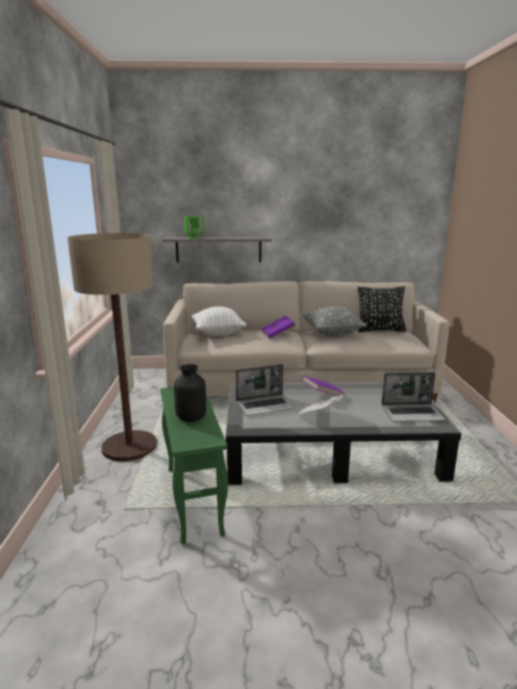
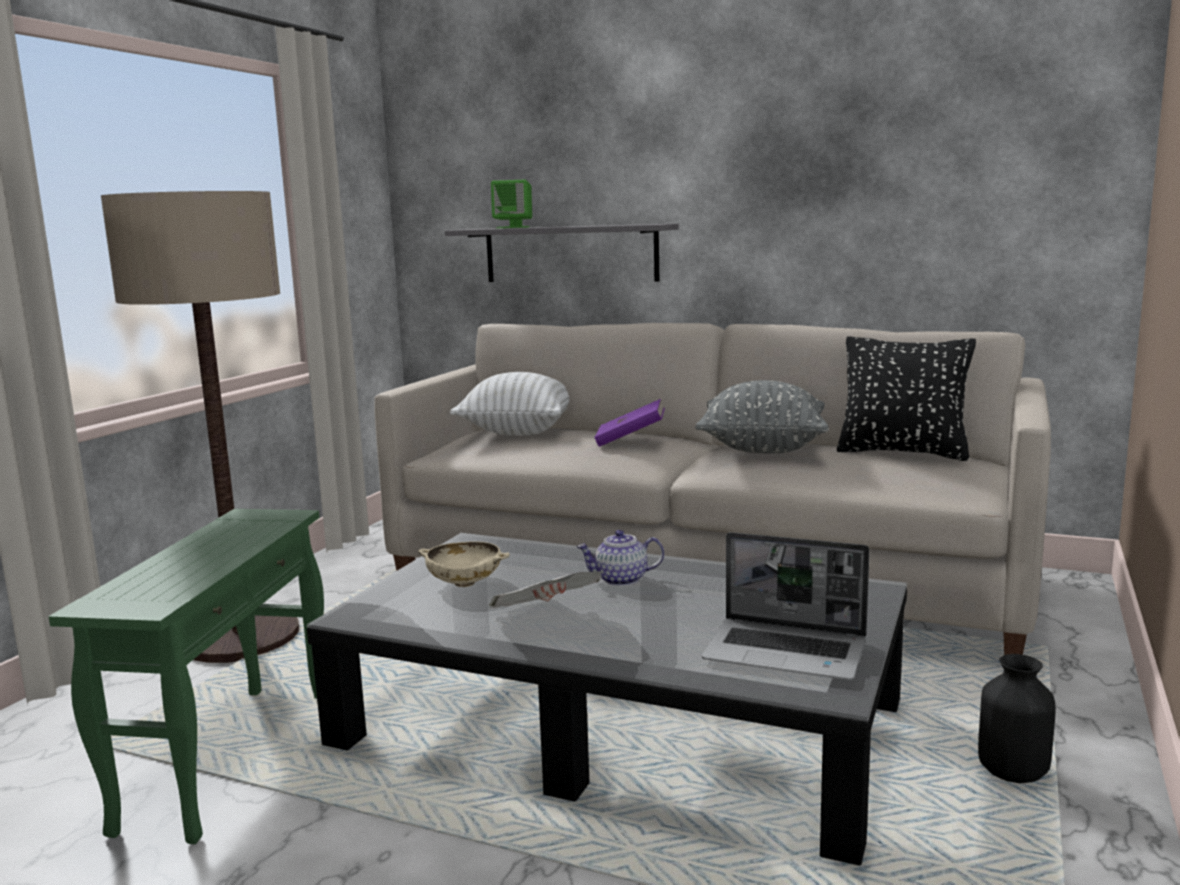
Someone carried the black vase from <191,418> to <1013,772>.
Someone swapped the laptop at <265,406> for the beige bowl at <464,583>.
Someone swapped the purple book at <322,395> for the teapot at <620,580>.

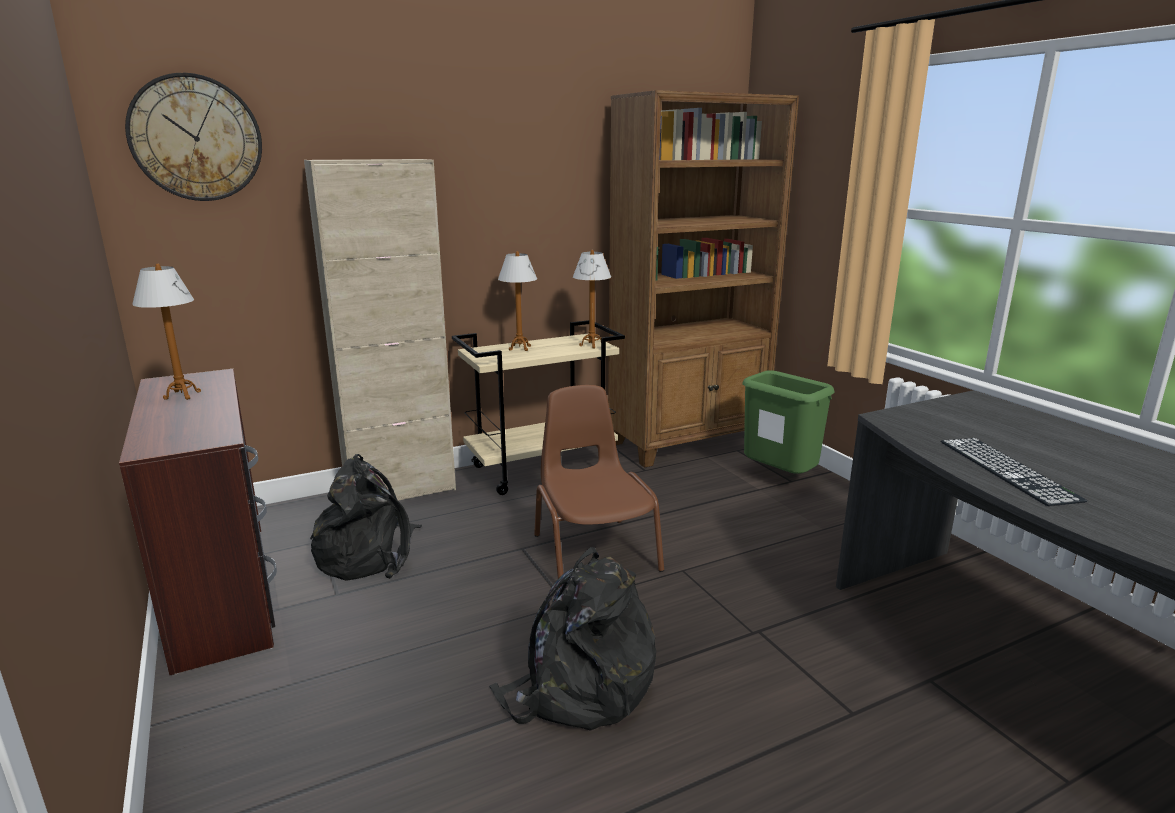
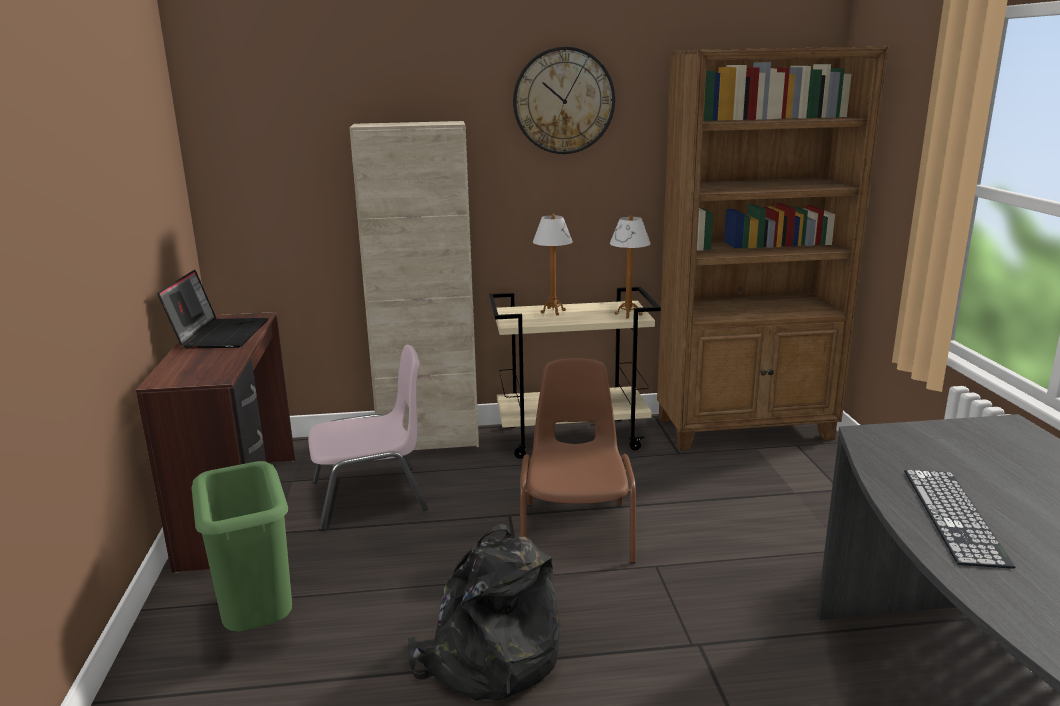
Someone carried the wall clock from <196,138> to <563,101>.
Someone swapped the table lamp at <182,395> for the laptop at <219,334>.
Someone carried the green trash can from <779,479> to <260,624>.
Someone swapped the black backpack at <368,554> for the pink chair at <371,496>.

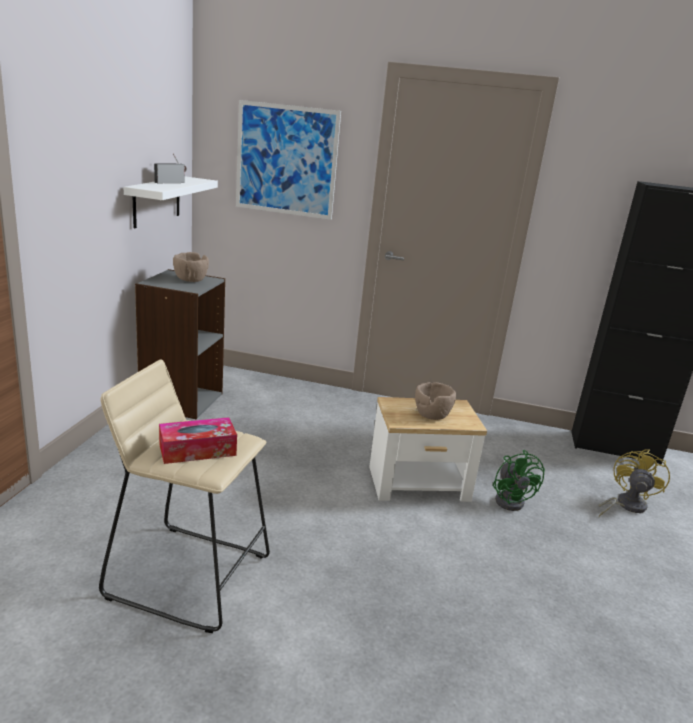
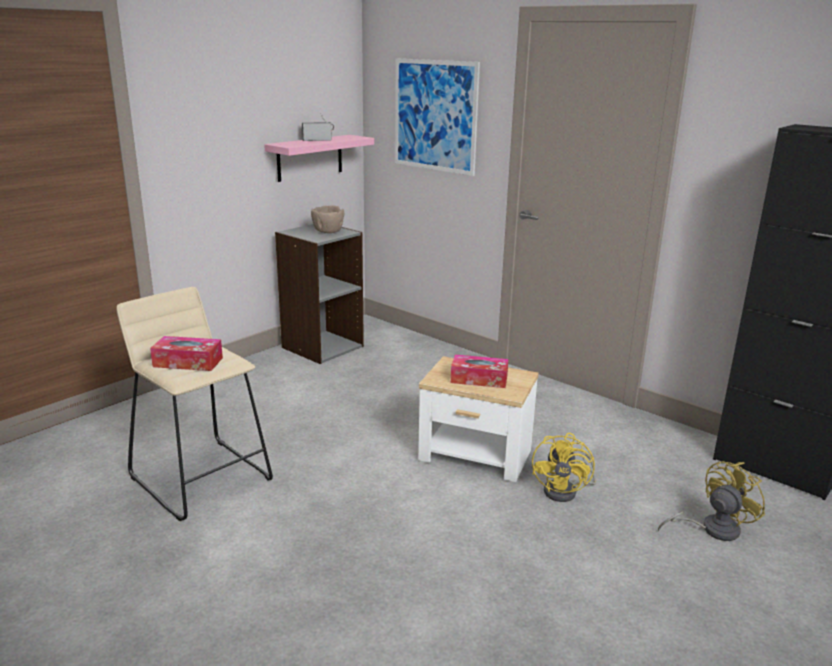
Someone repainted the white shelf at <156,201>, which became the pink shelf at <310,158>.
Someone swapped the brown bowl at <432,414> for the tissue box at <479,379>.
Someone repainted the green fan at <511,500>, which became the yellow fan at <566,491>.

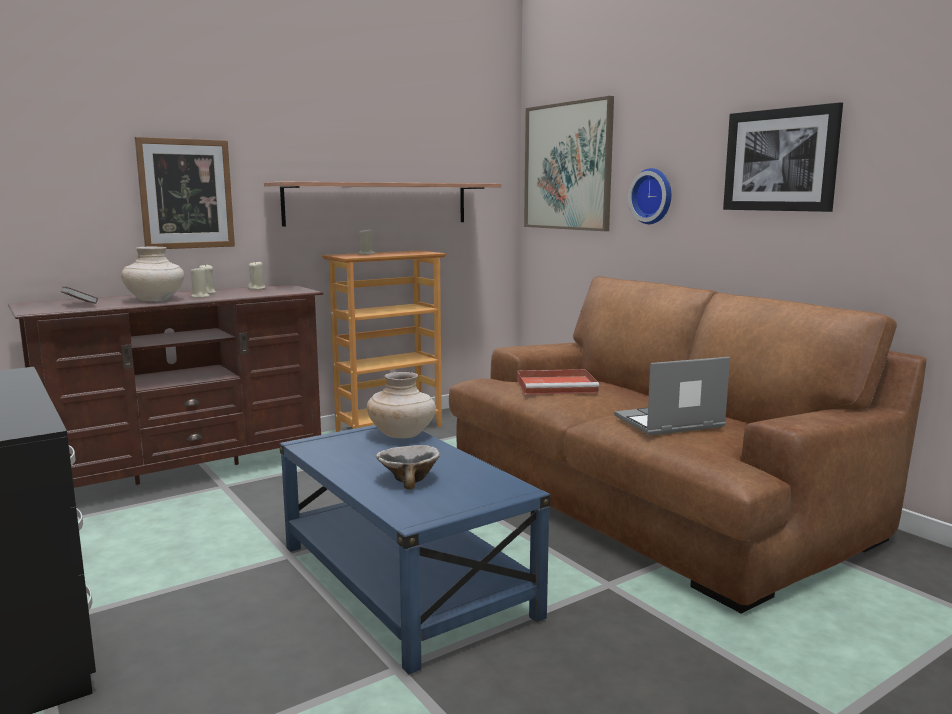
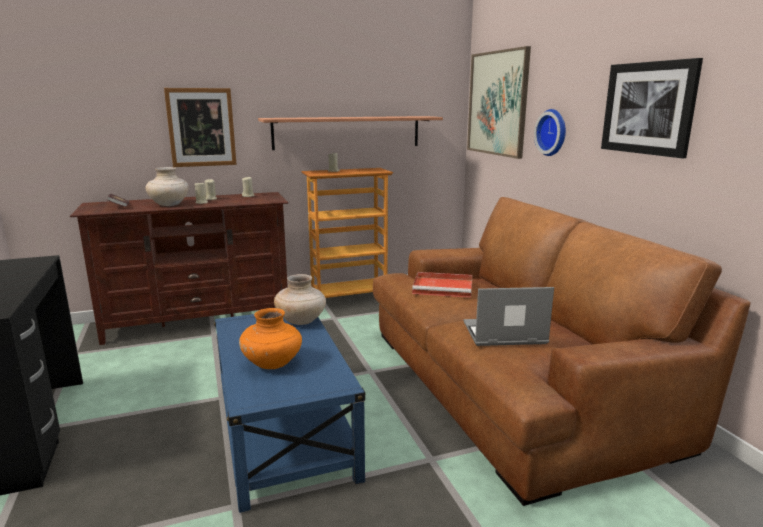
Someone swapped the bowl at <408,479> for the orange vase at <273,364>.

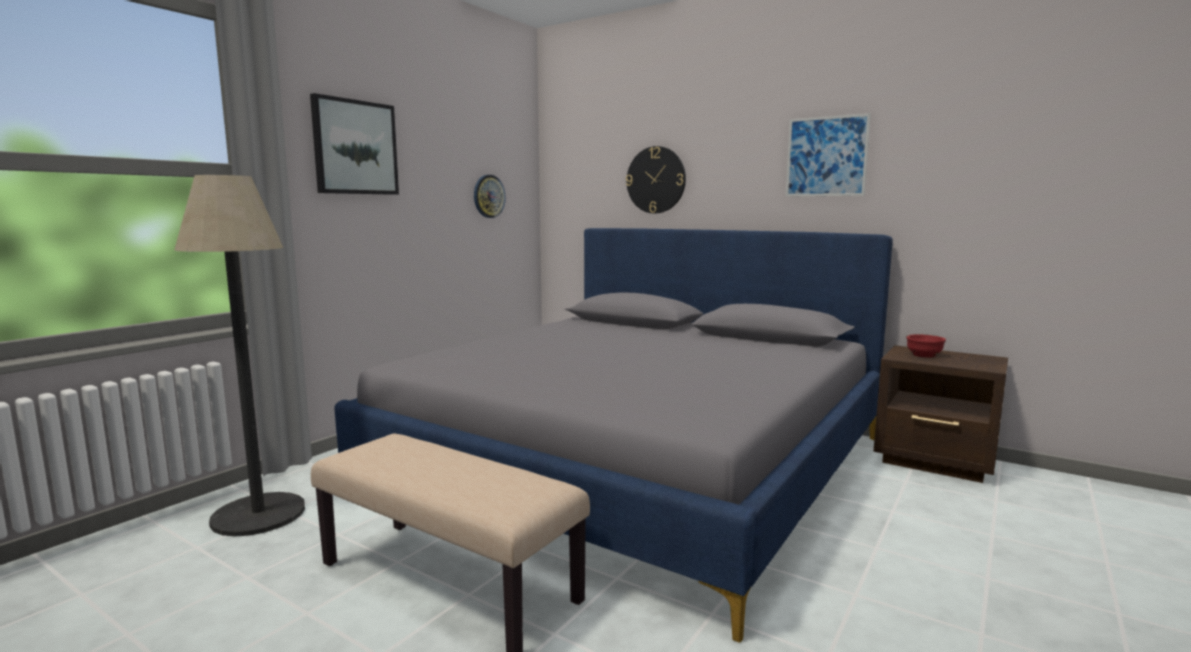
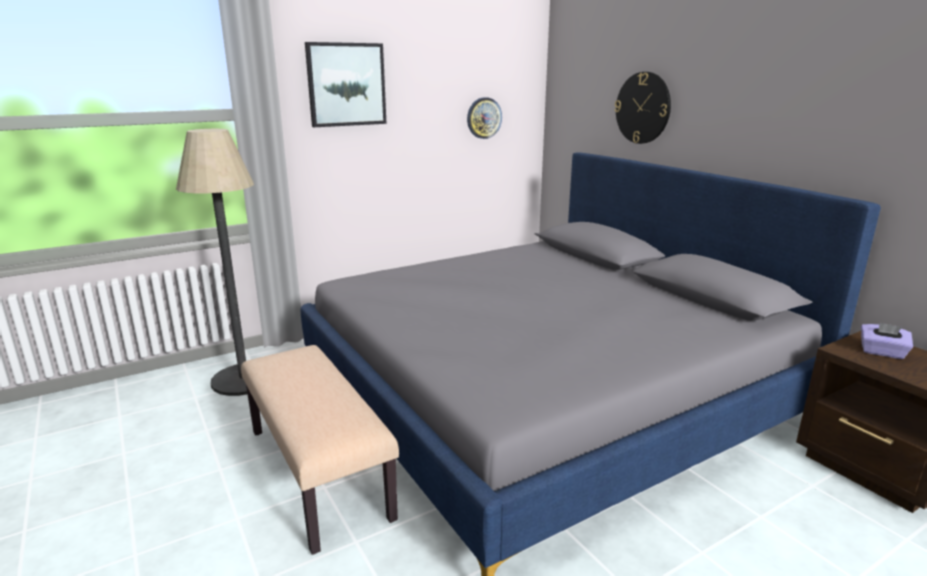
Someone took away the picture at <826,156>.
Someone swapped the red bowl at <924,355> for the purple tissue box at <882,352>.

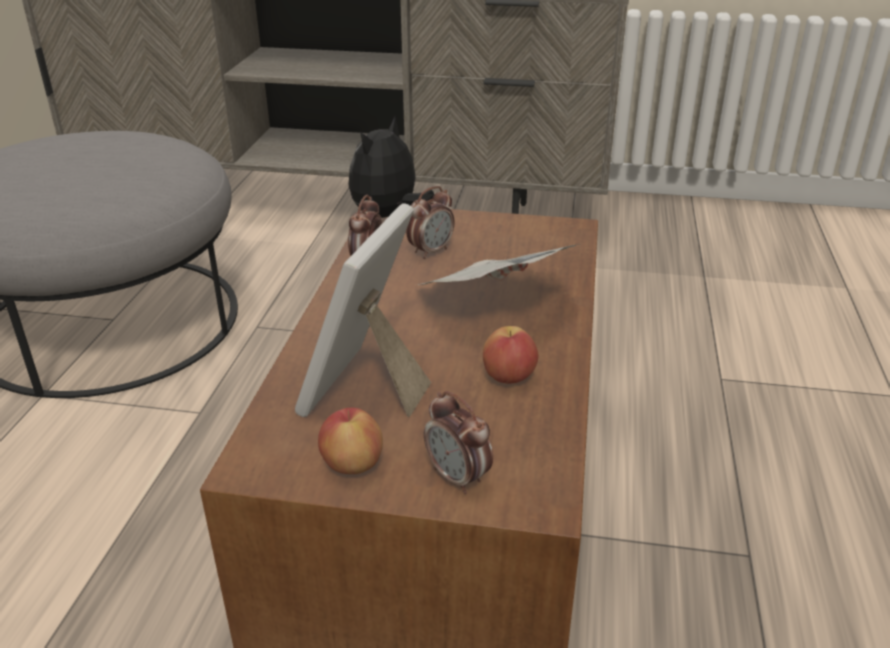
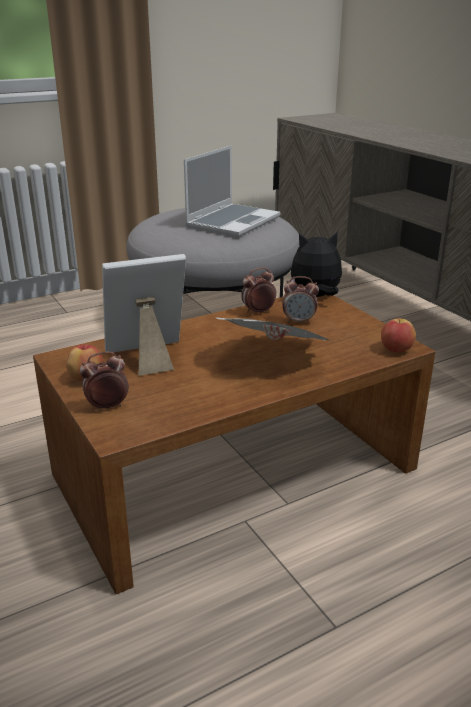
Someone carried the apple from <509,377> to <396,350>.
Someone rotated the alarm clock at <458,477> by 60 degrees clockwise.
Someone put down the laptop at <233,222>.

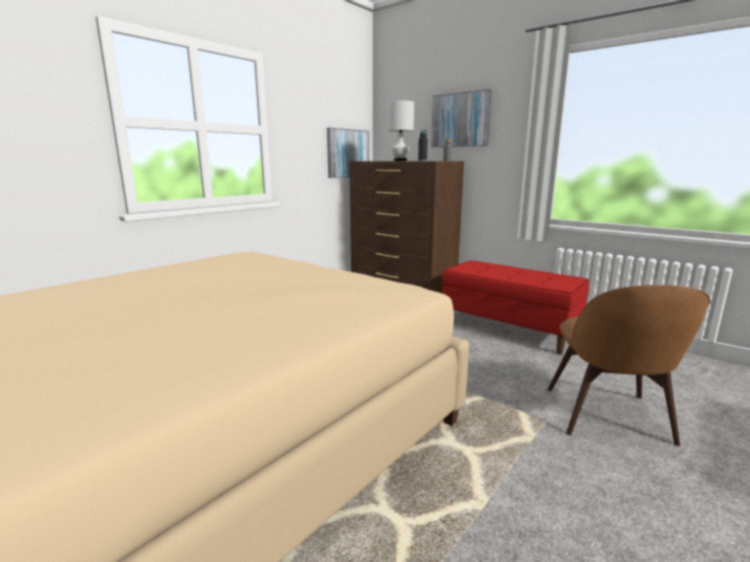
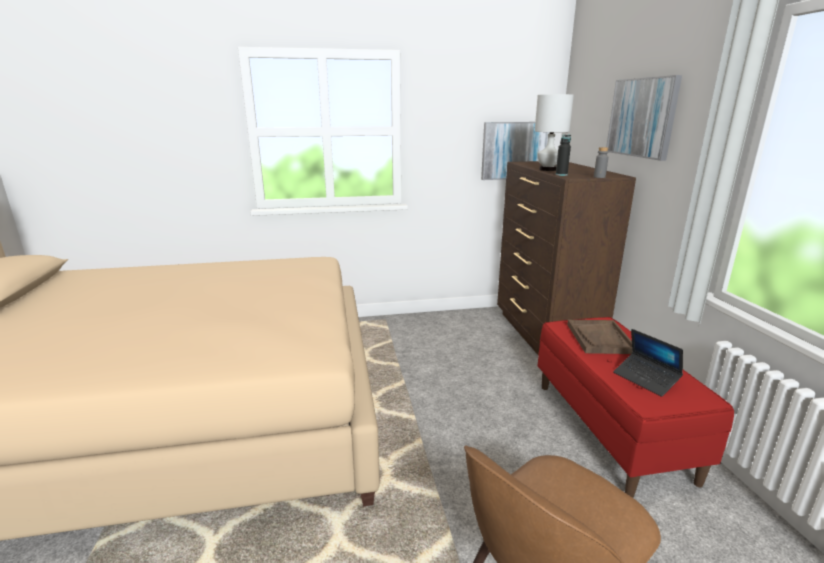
Someone put down the brown tray at <600,338>.
Someone put down the laptop at <645,379>.

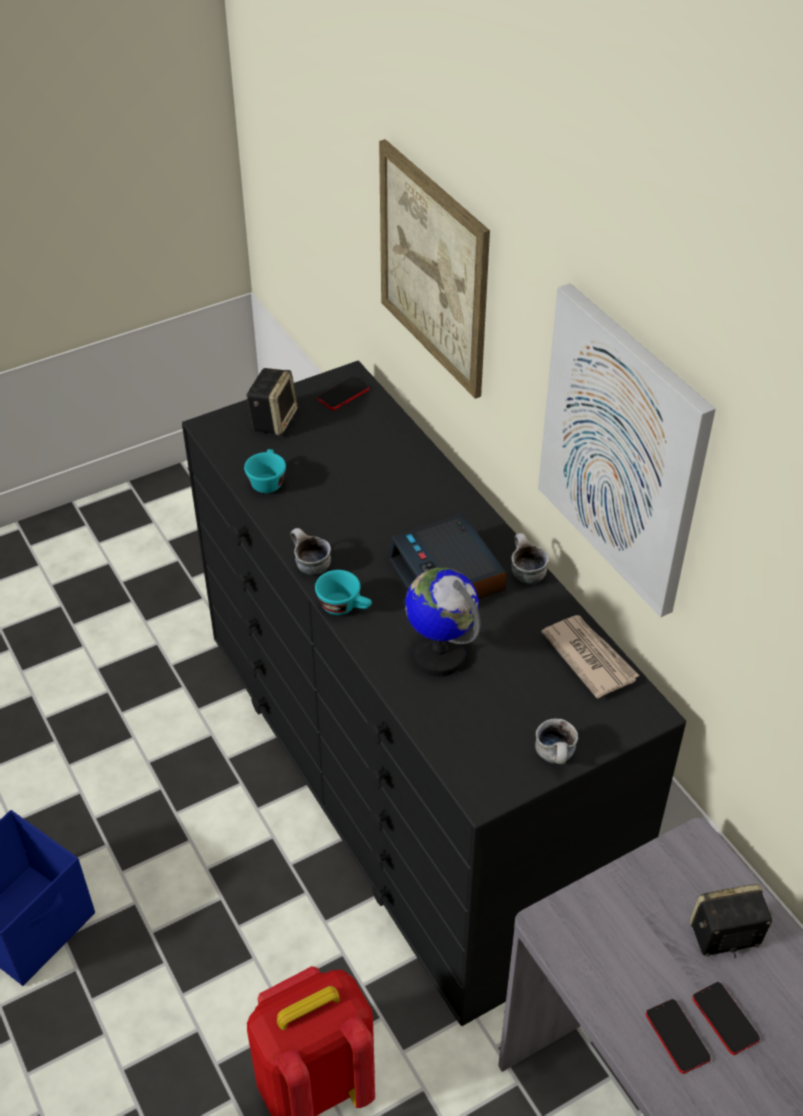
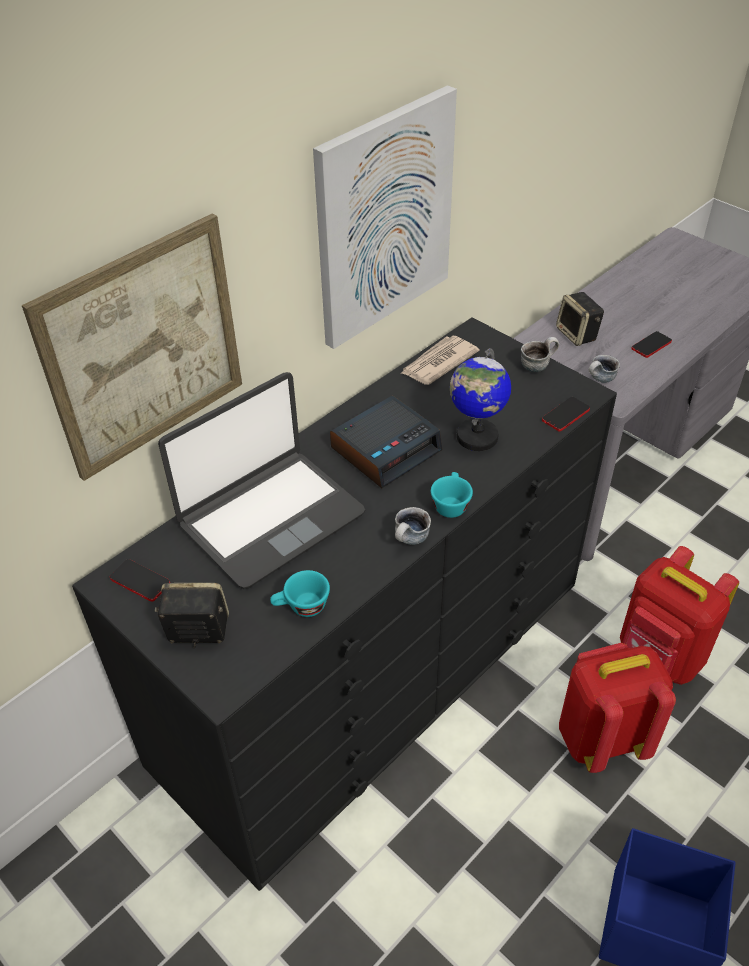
Someone carried the mug from <525,572> to <600,380>.
Someone carried the phone from <725,1018> to <565,415>.
Someone put down the laptop at <270,518>.
Someone put down the red backpack at <601,737>.

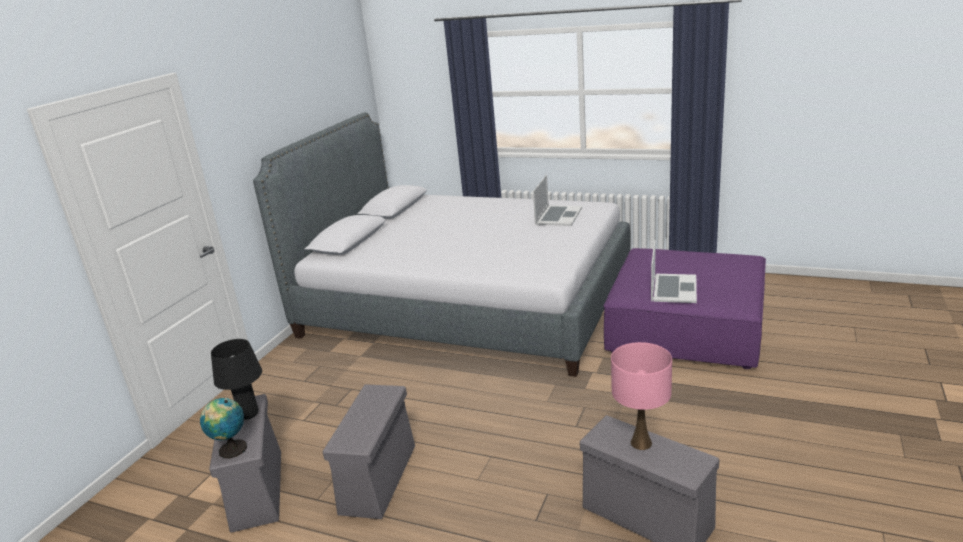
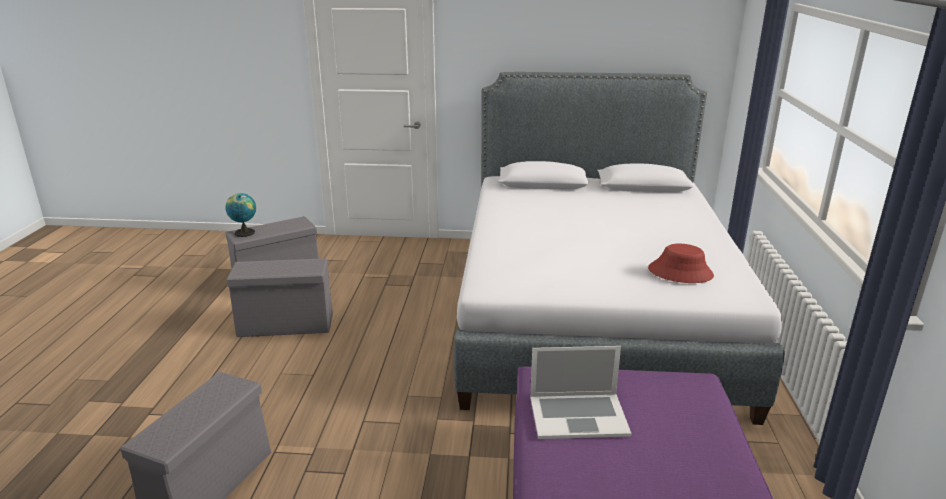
Someone swapped the laptop at <558,216> for the red hat at <680,272>.
Someone took away the black table lamp at <248,415>.
Someone took away the pink table lamp at <641,442>.

